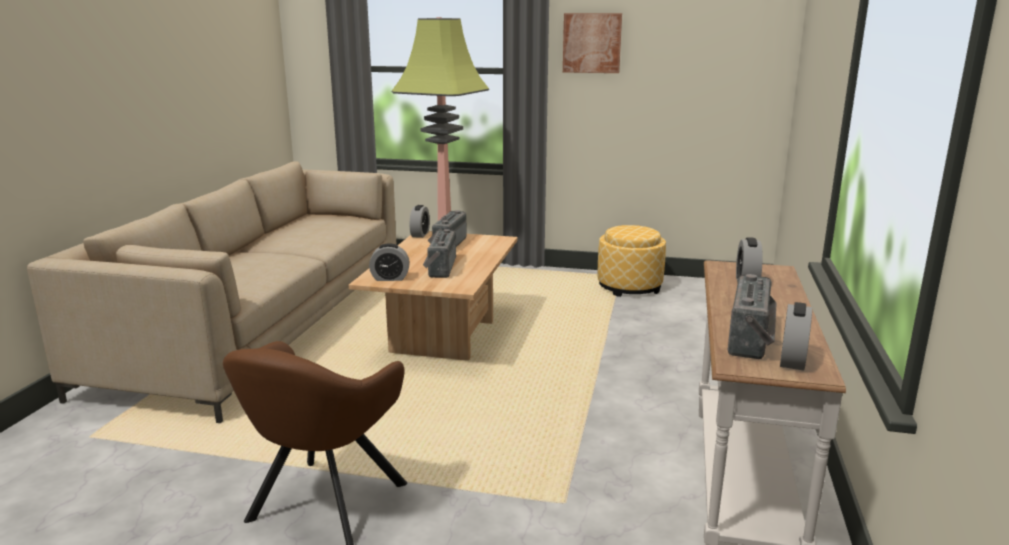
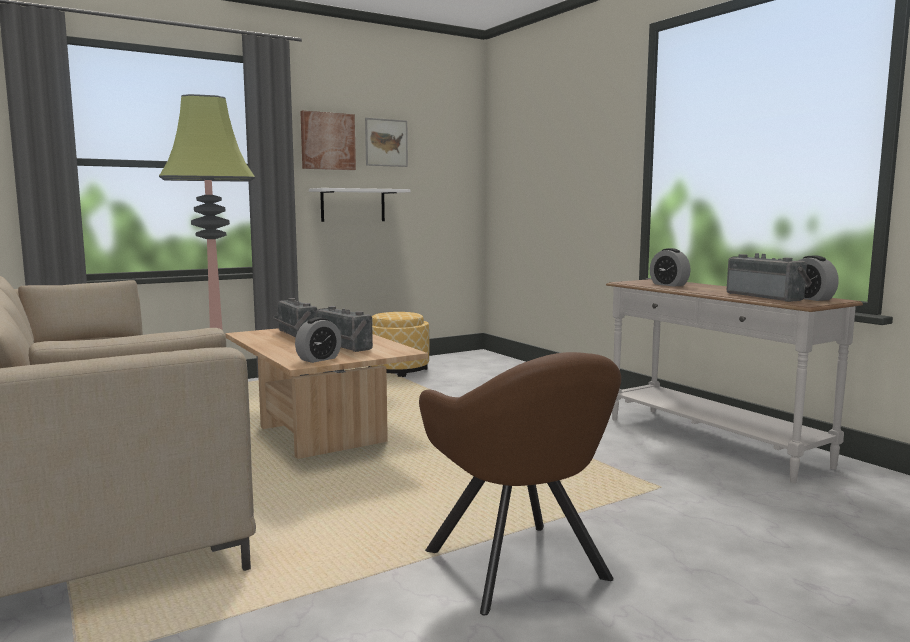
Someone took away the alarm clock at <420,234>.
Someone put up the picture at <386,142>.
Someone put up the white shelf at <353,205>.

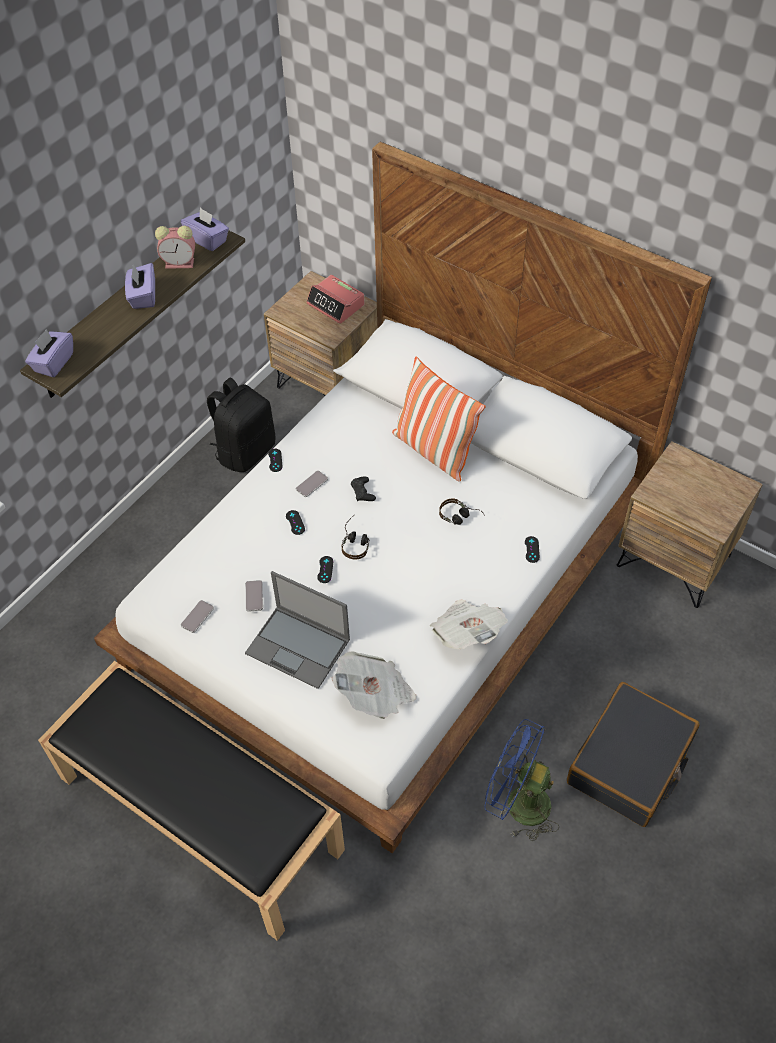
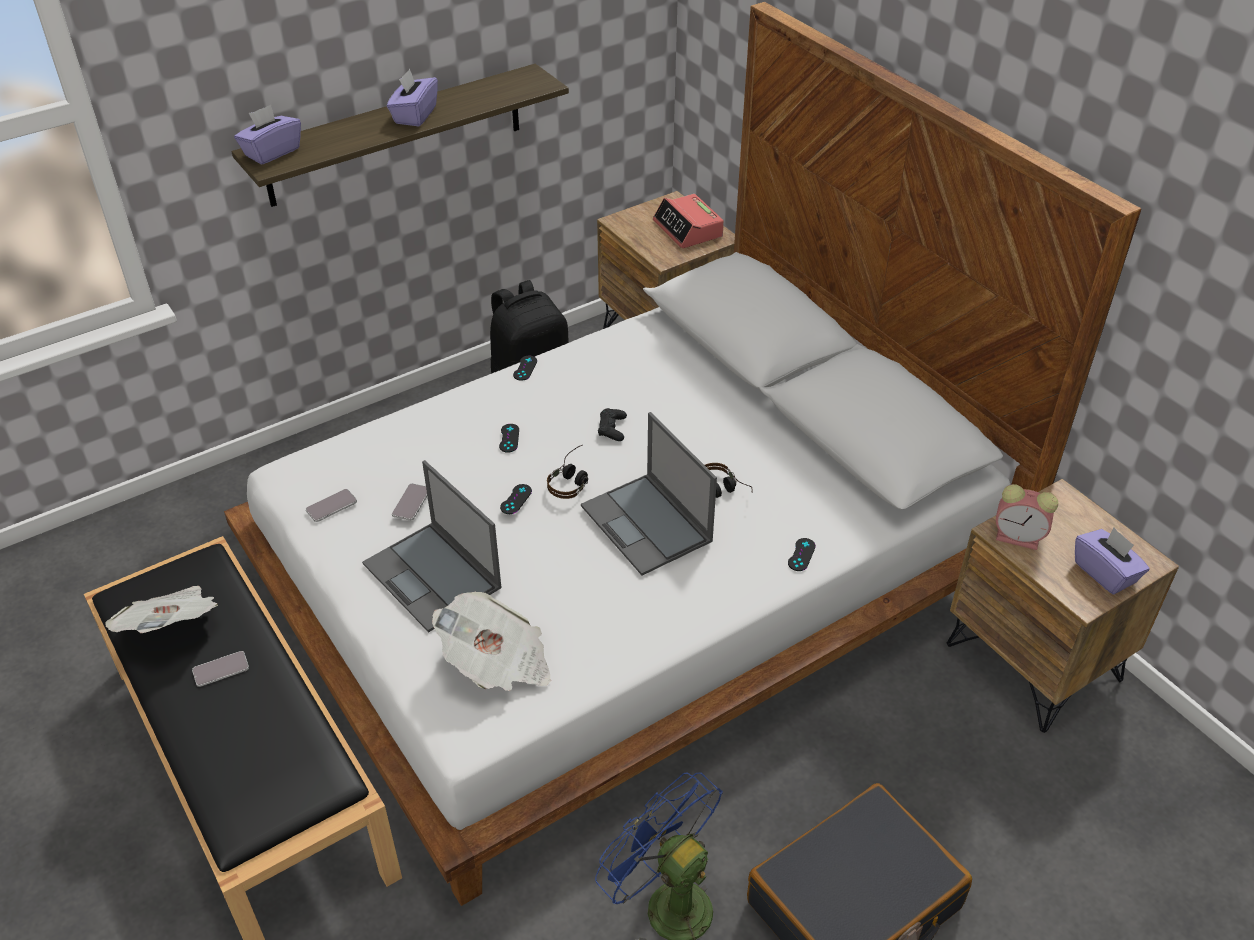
Someone carried the purple tissue box from <207,240> to <1105,573>.
Someone carried the alarm clock from <181,263> to <1019,538>.
Someone took away the pillow at <433,451>.
Someone carried the phone from <312,484> to <221,669>.
Someone carried the newspaper from <467,633> to <172,627>.
Someone put down the laptop at <647,524>.

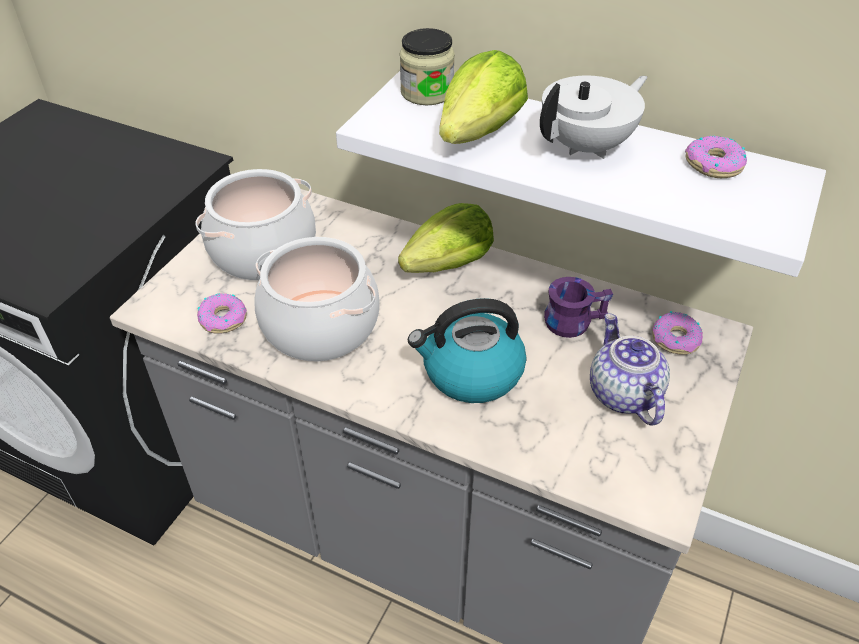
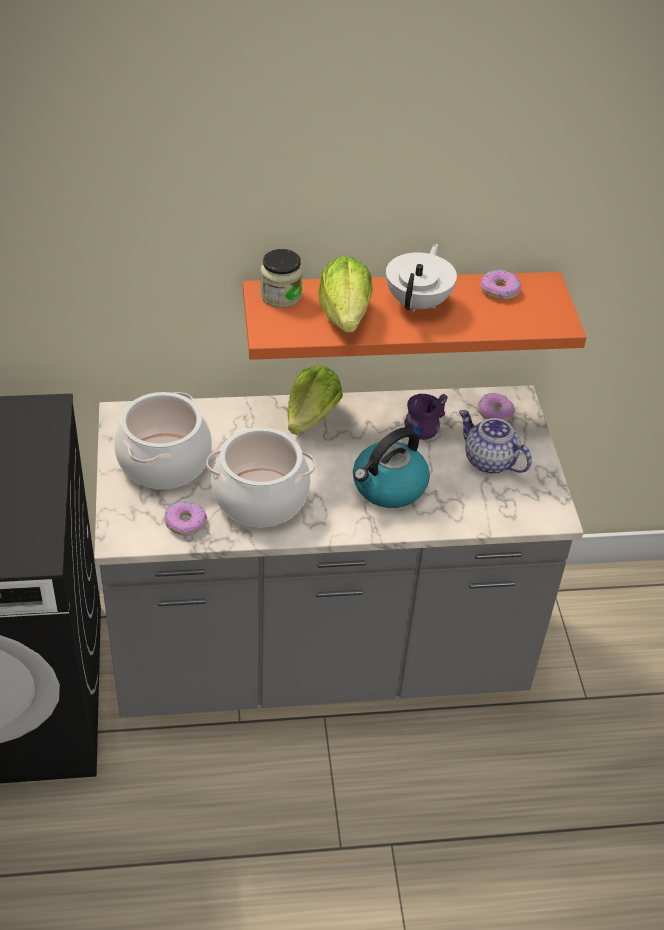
Someone repainted the white shelf at <588,164>, which became the orange shelf at <400,310>.

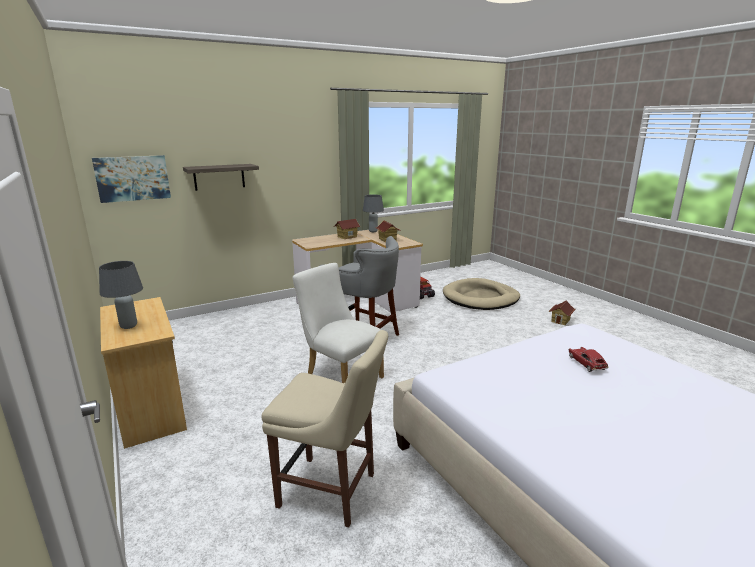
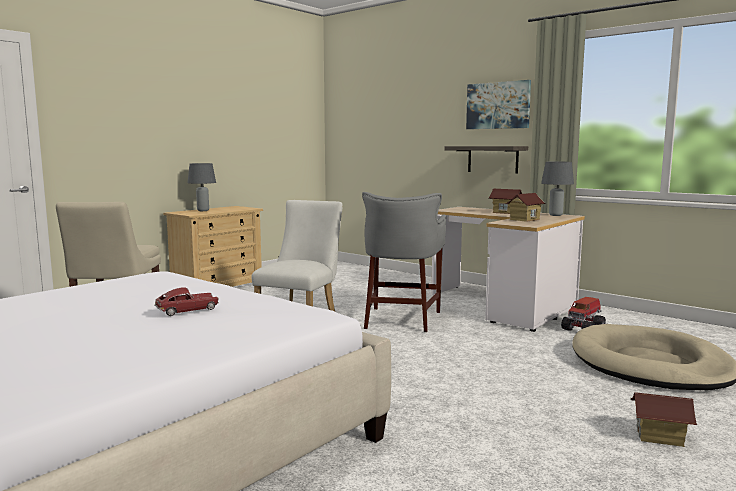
Someone carried the picture from <132,178> to <498,105>.
Someone carried the shelf from <219,177> to <492,159>.

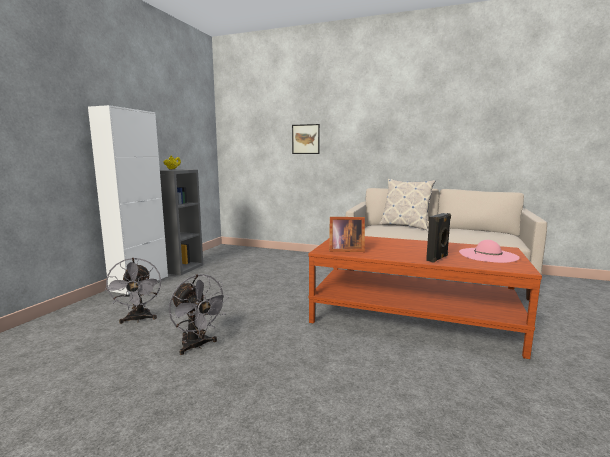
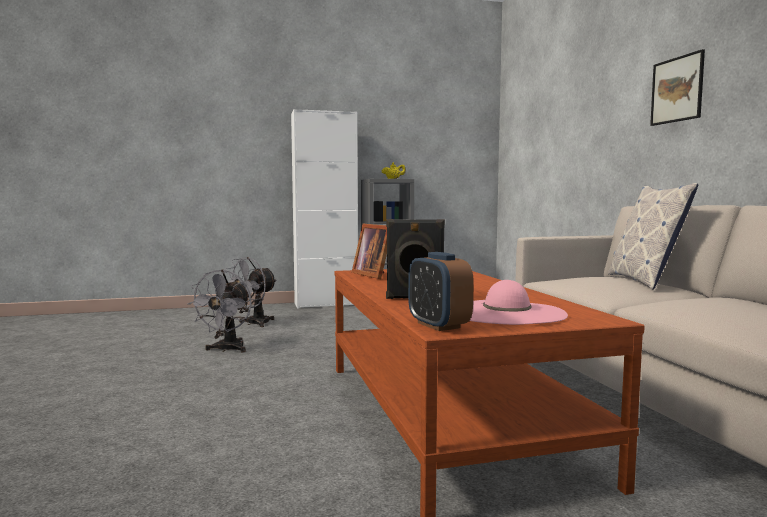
Someone carried the picture from <305,139> to <677,89>.
Someone put down the alarm clock at <438,325>.

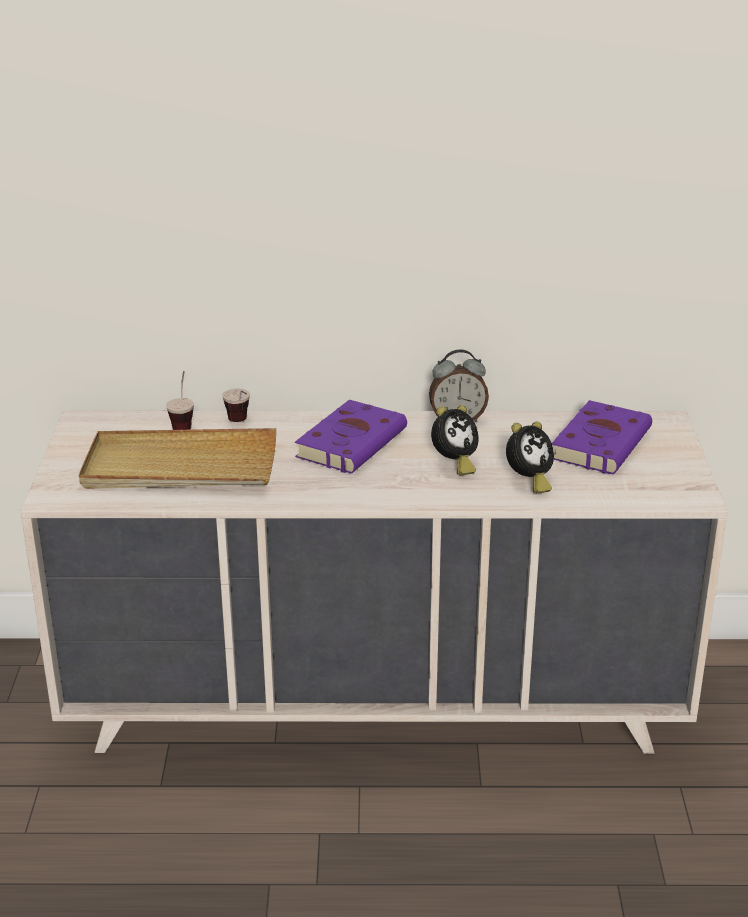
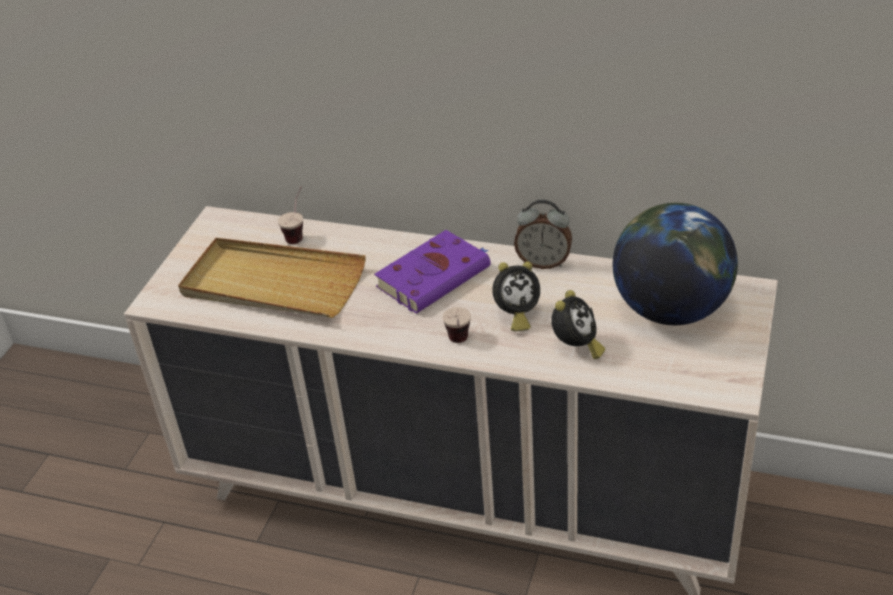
Someone carried the cup from <240,423> to <459,345>.
Someone swapped the purple book at <601,443> for the globe at <671,309>.
Someone rotated the alarm clock at <528,481> by 45 degrees counterclockwise.

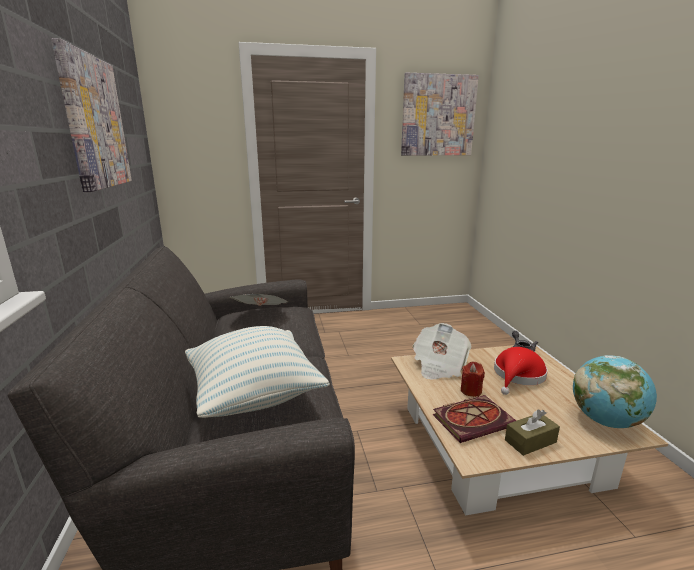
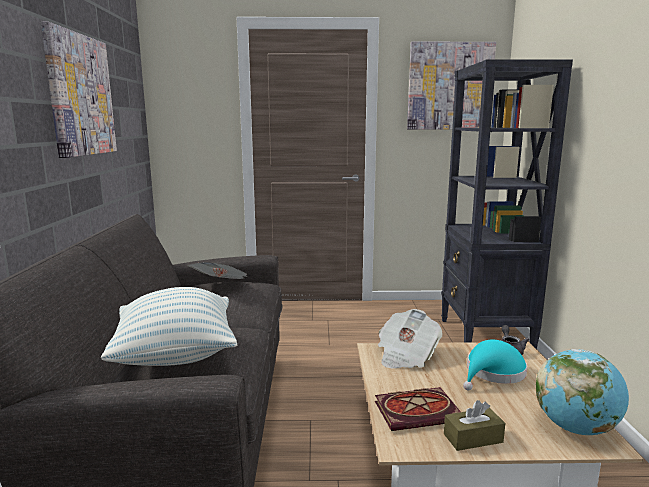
Someone repainted the red hat at <518,376>, which became the turquoise hat at <493,373>.
Someone took away the red candle at <471,391>.
Someone put down the black bookcase at <484,337>.

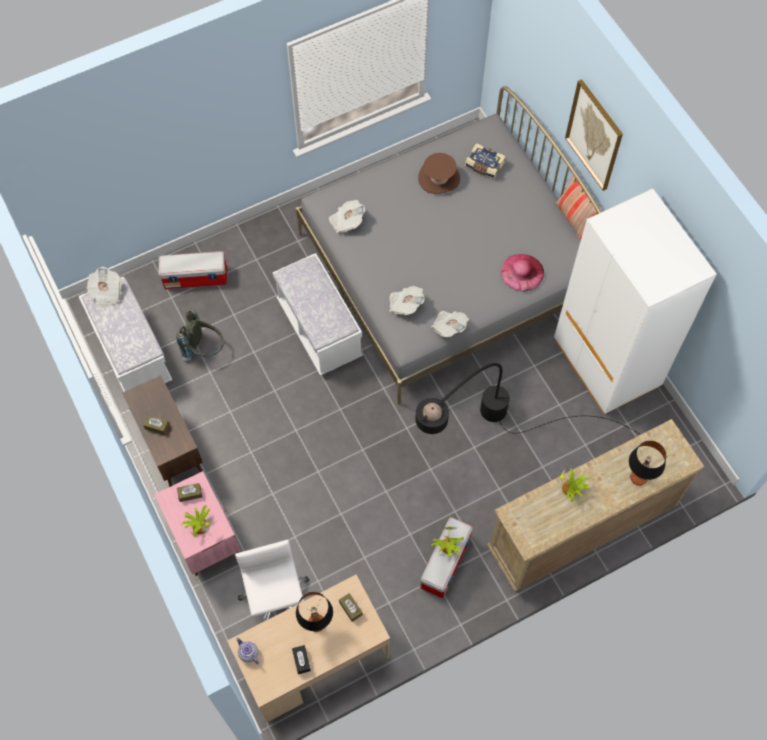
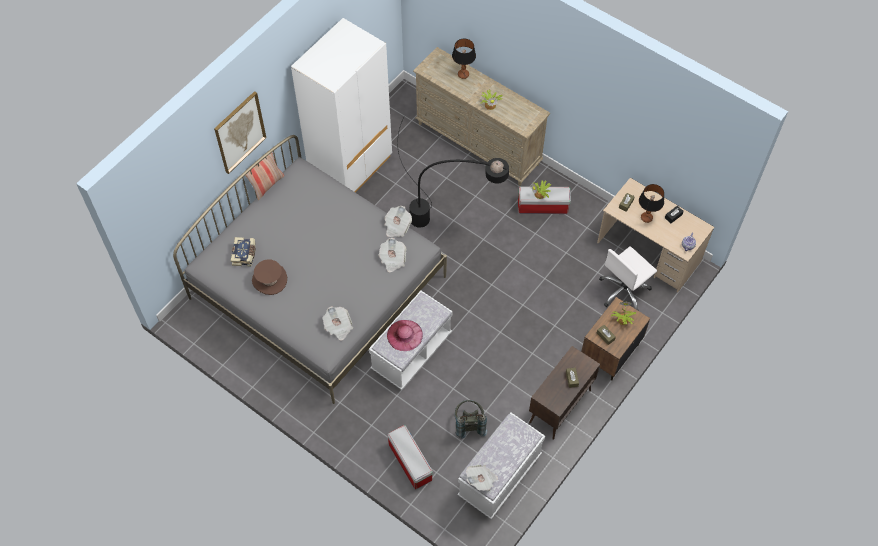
Someone carried the pink hat from <522,272> to <404,335>.
Someone repainted the pink nightstand at <204,537>, which became the brown nightstand at <609,353>.

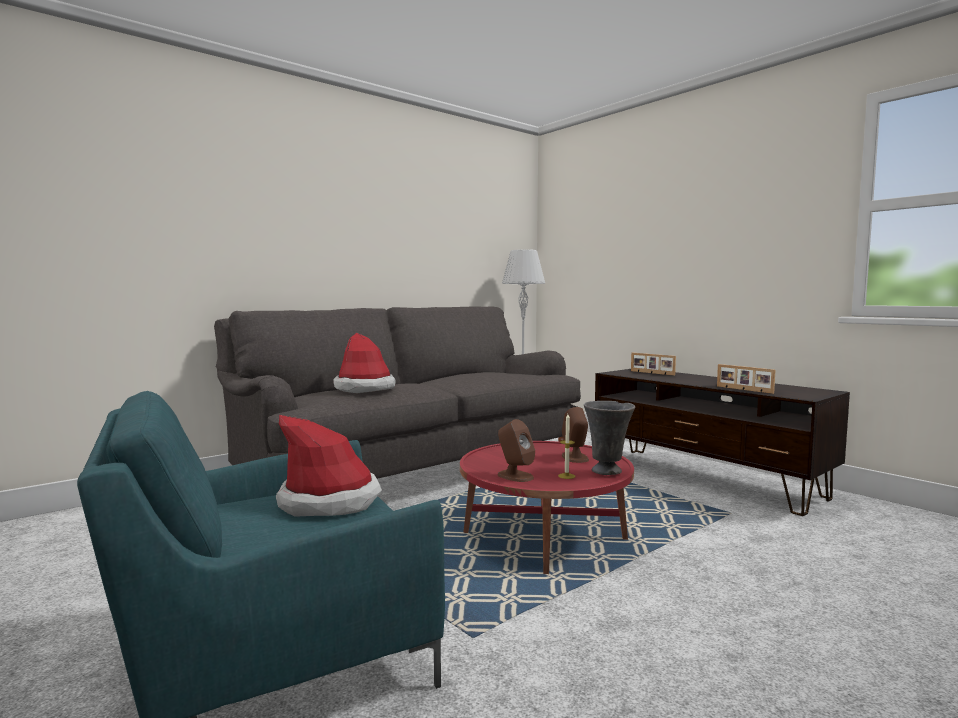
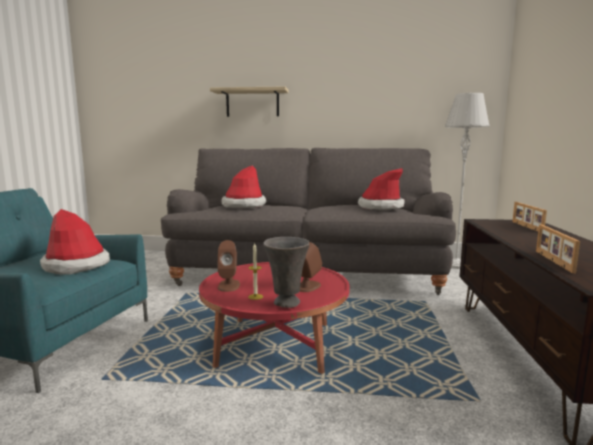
Someone put up the shelf at <252,103>.
Someone put down the hat at <380,207>.

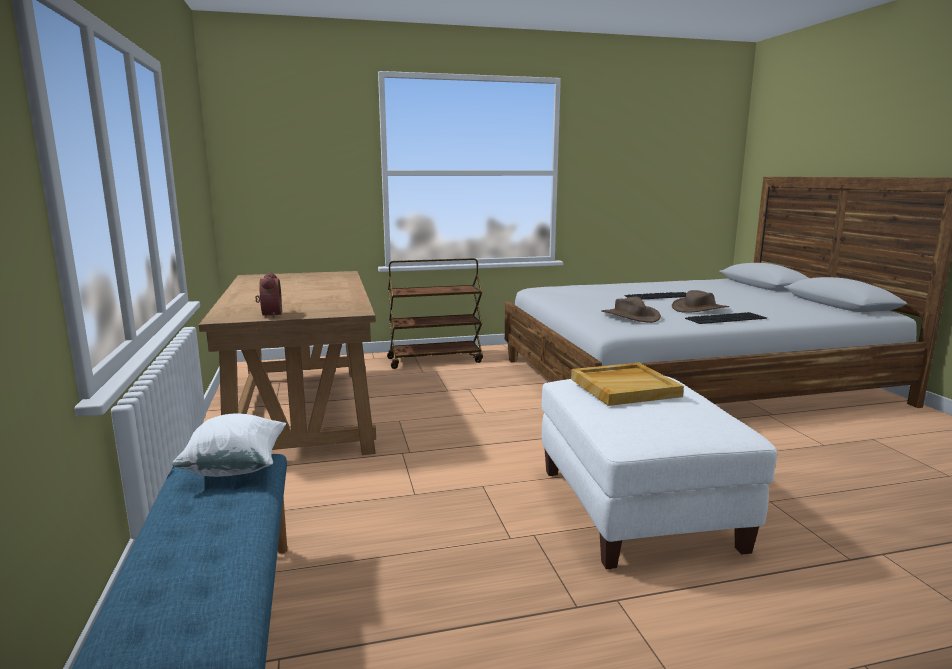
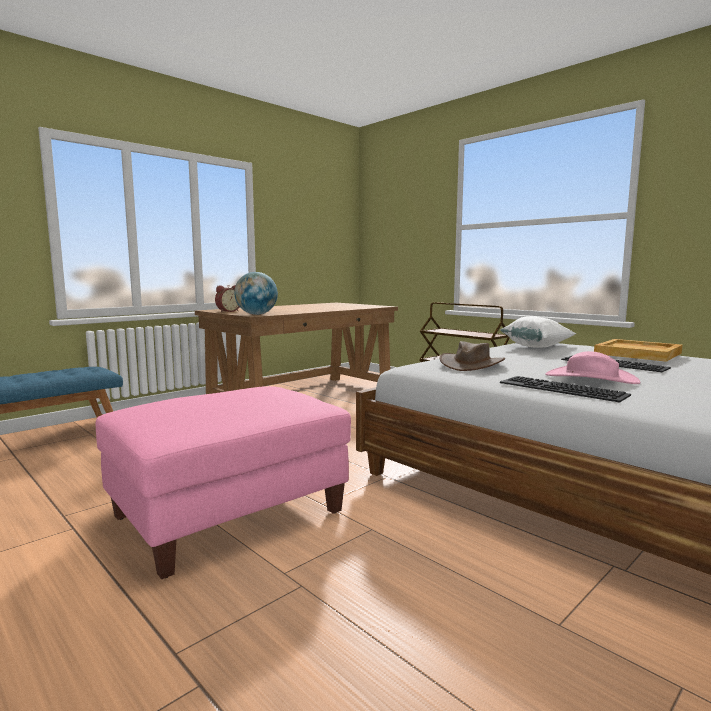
Someone repainted the brown hat at <700,309>, which became the pink hat at <590,378>.
Someone carried the beige tray from <624,387> to <638,353>.
Someone repainted the white ottoman at <636,509>, which became the pink ottoman at <229,515>.
Someone carried the white pillow from <236,467> to <536,347>.
Someone put down the globe at <256,314>.

